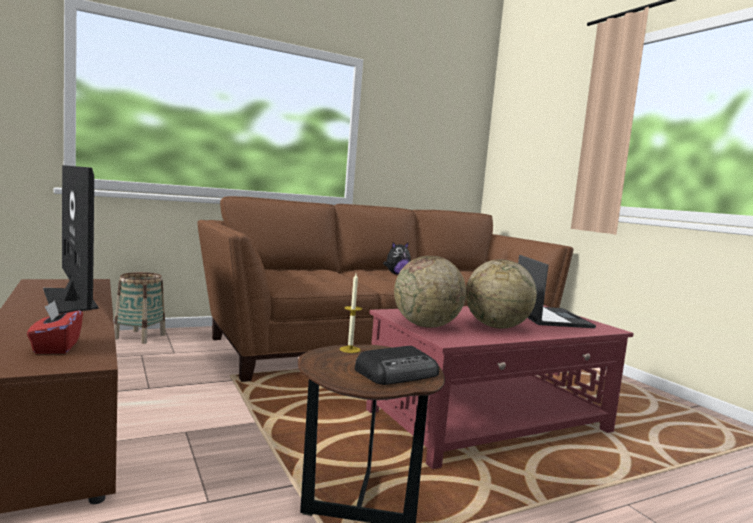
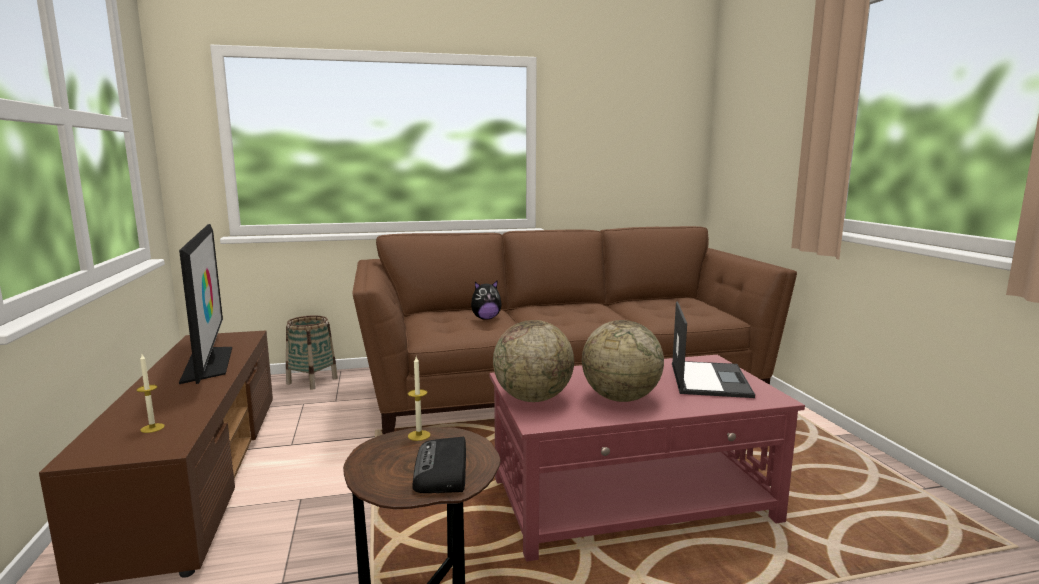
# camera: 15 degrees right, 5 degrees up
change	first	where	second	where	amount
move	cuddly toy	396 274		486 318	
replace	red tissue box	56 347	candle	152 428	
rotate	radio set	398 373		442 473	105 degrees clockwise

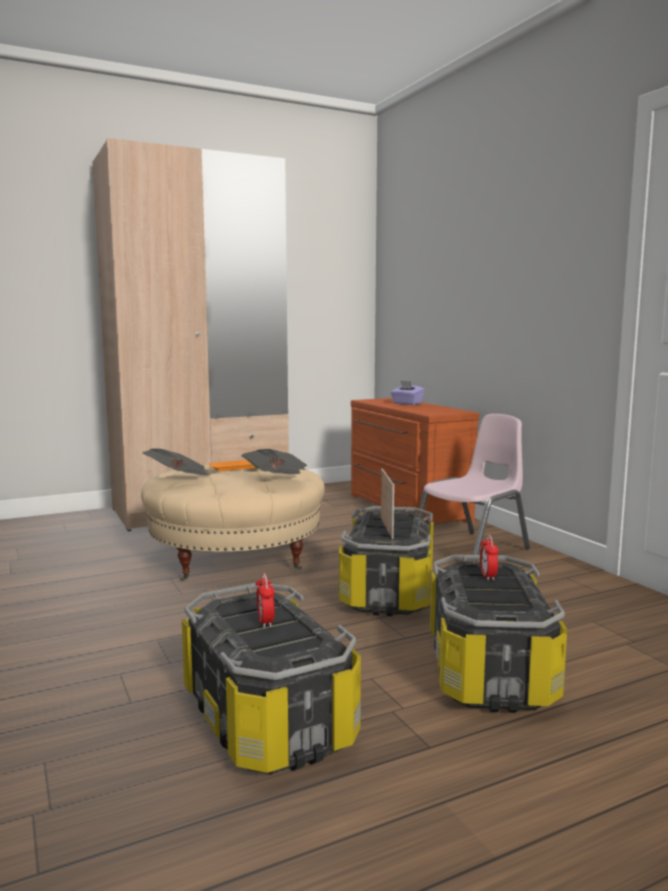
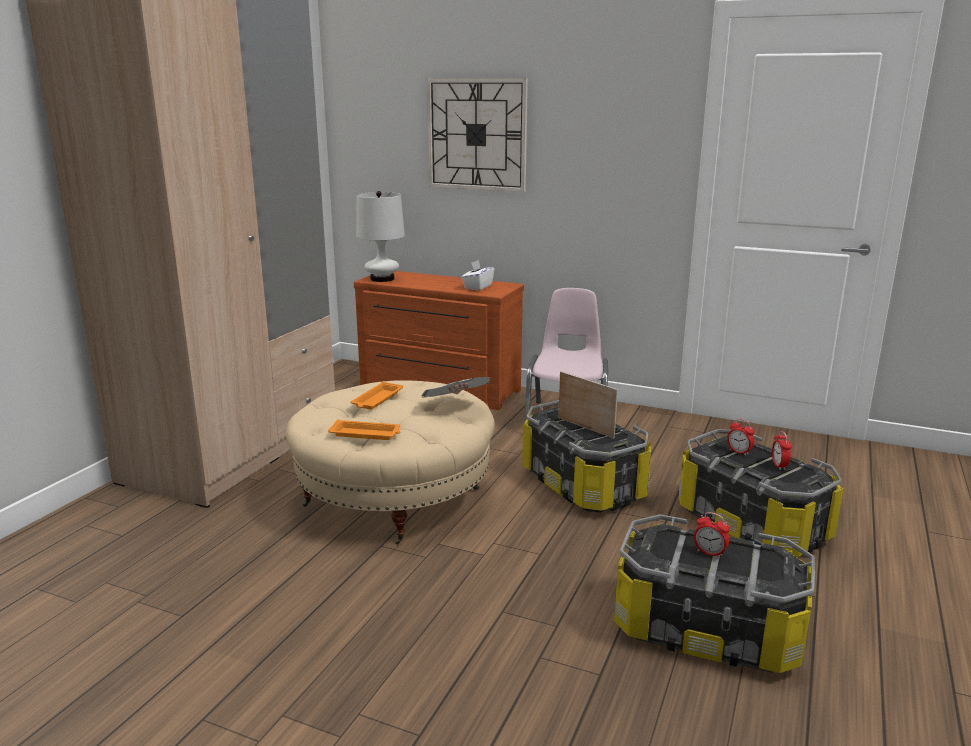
# camera: 40 degrees left, 10 degrees up
change	first	where	second	where	amount
delete	purple tissue box	406 403			
insert			whitish tabletop lamp	382 279	
insert			clock on the wall	477 134	
insert			whitish tissue box	477 287	
insert			alarm clock	779 466	
replace	newspaper	180 480	orangey tray	366 434	

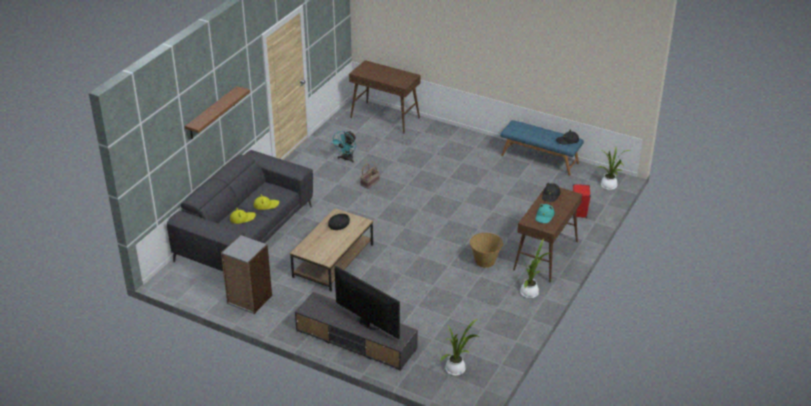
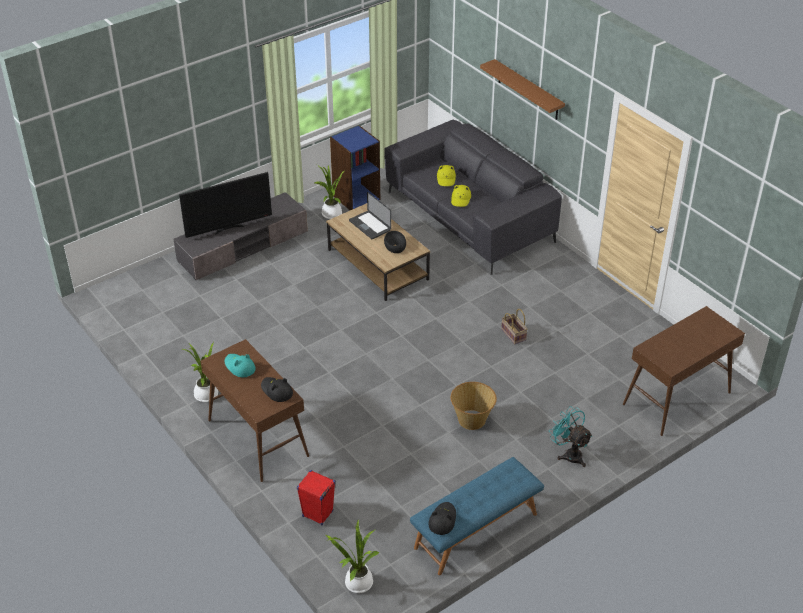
# camera: 115 degrees right, 5 degrees up
change	first	where	second	where	amount
insert			notebook computer	370 226	
move	blue-green electric fan	346 159		569 454	
move	plant in a pot	457 369		331 215	
move	storage basket	485 261		472 420	
recolor	grey bookshelf	249 300	blue-coloured bookshelf	356 197	

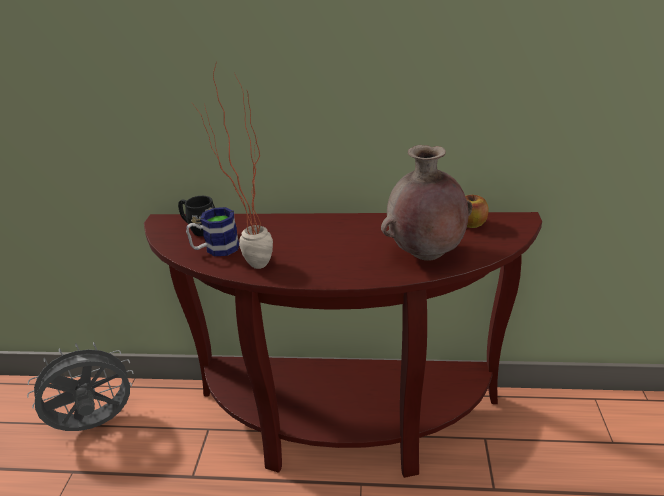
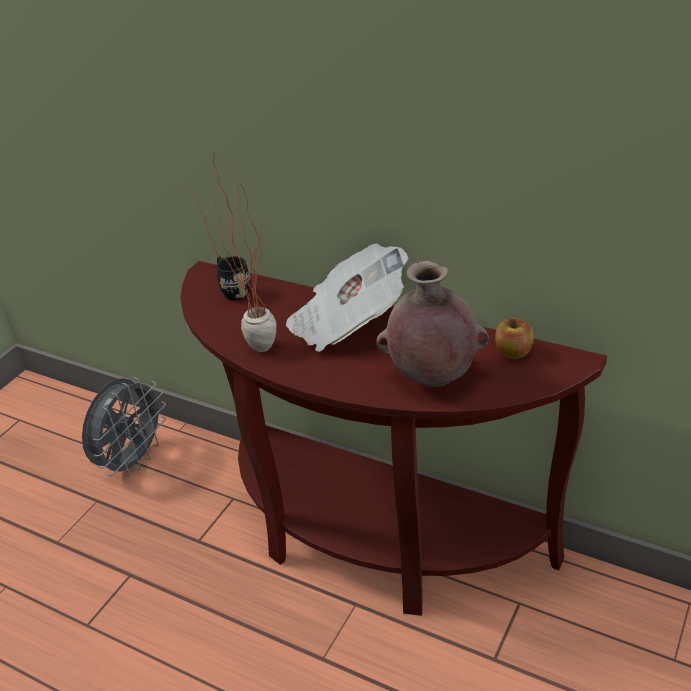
# camera: 25 degrees right, 5 degrees up
change	first	where	second	where	amount
delete	coffee mug	215 249			
insert			newspaper	347 323	
rotate	grey electric fan	96 424		133 461	120 degrees clockwise

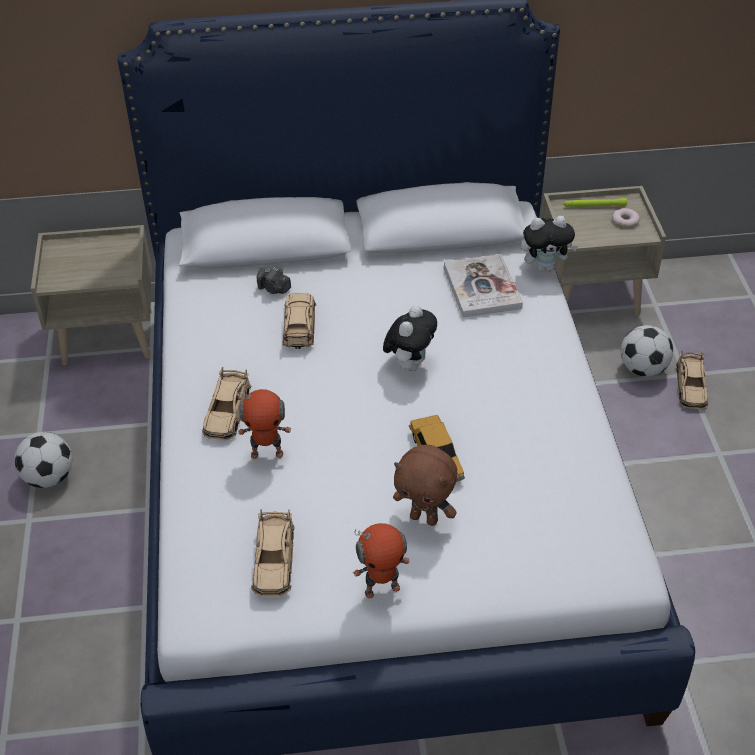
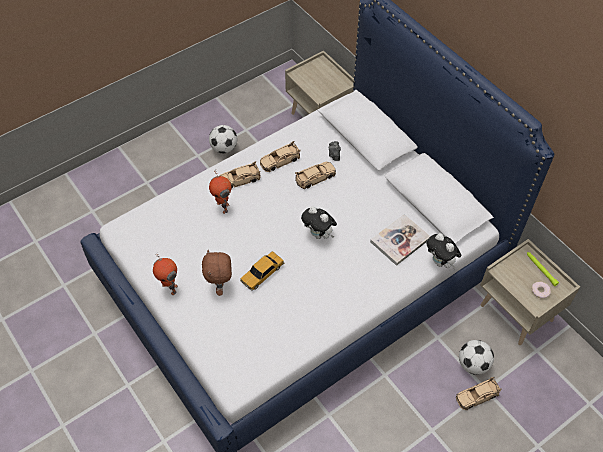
# camera: 60 degrees right, 10 degrees up
change	first	where	second	where	amount
move	beige-coloured miniature car	274 560		280 160	
rotate	cuddly toy	410 364		319 234	45 degrees clockwise

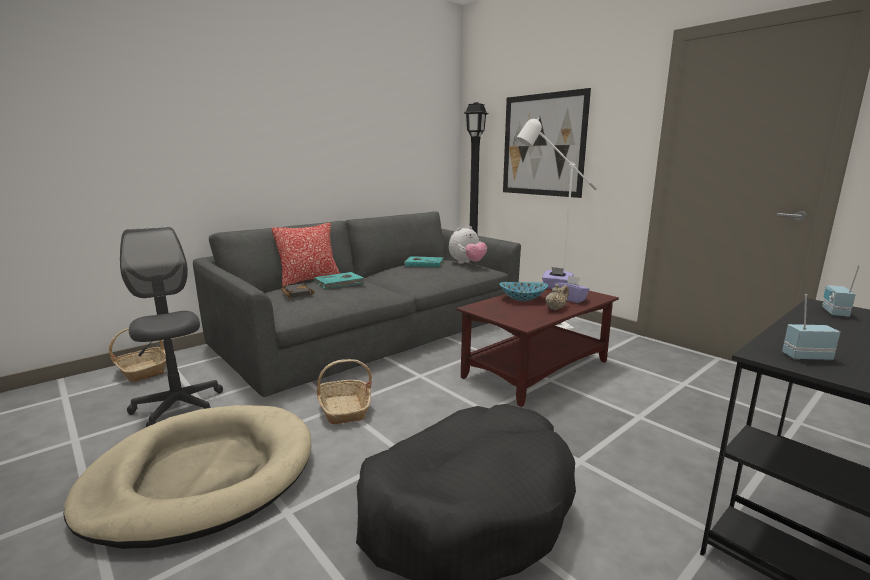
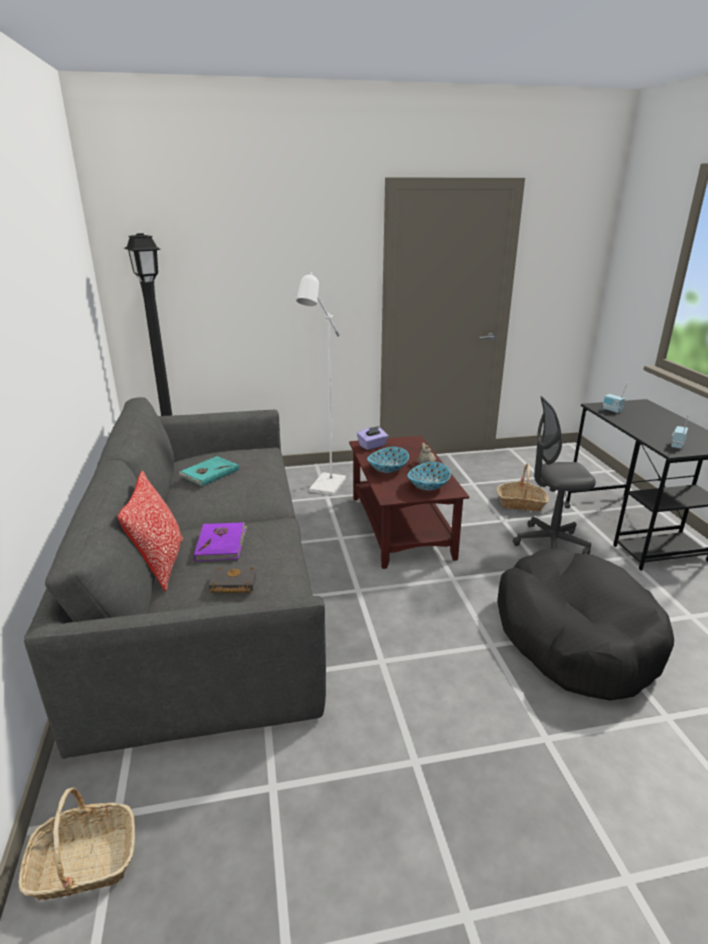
# camera: 60 degrees left, 10 degrees up
change	first	where	second	where	amount
delete	beige-coloured dog bed	202 476			
delete	cuddly toy	467 263			
delete	wall art	542 145			
delete	purple tissue box	570 299			
insert			serving bowl	428 486	
move	grey desk chair	178 407		550 544	
move	storage basket	344 409		521 503	
recolor	blue-green book	340 282	purple book	221 543	

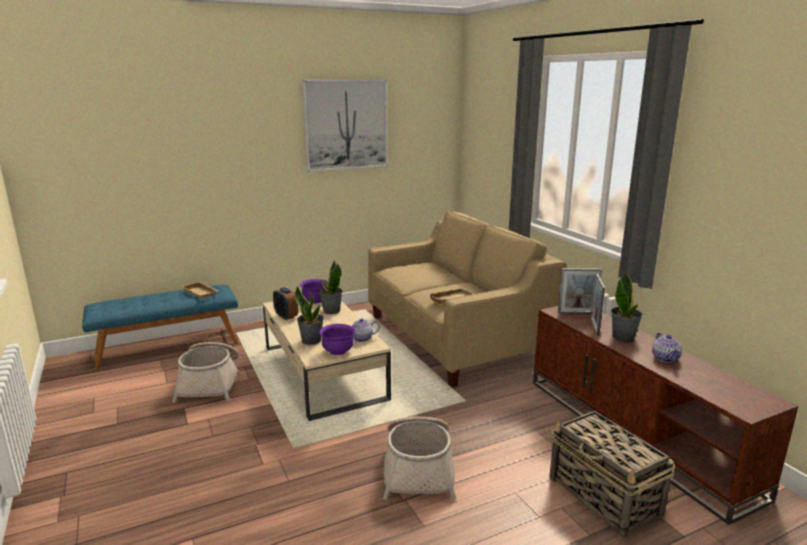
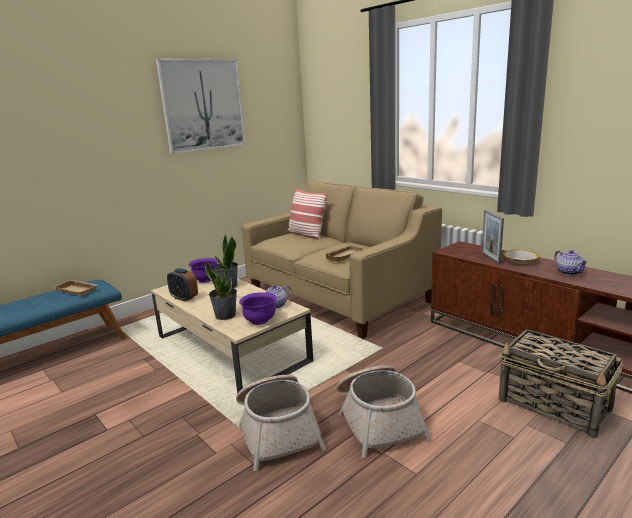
# camera: 15 degrees left, 0 degrees up
change	first	where	second	where	amount
delete	standing frame	577 313			
insert			cushion	306 234	
move	storage basket	210 383		277 430	
replace	plant in a pot	623 336	serving bowl	520 261	

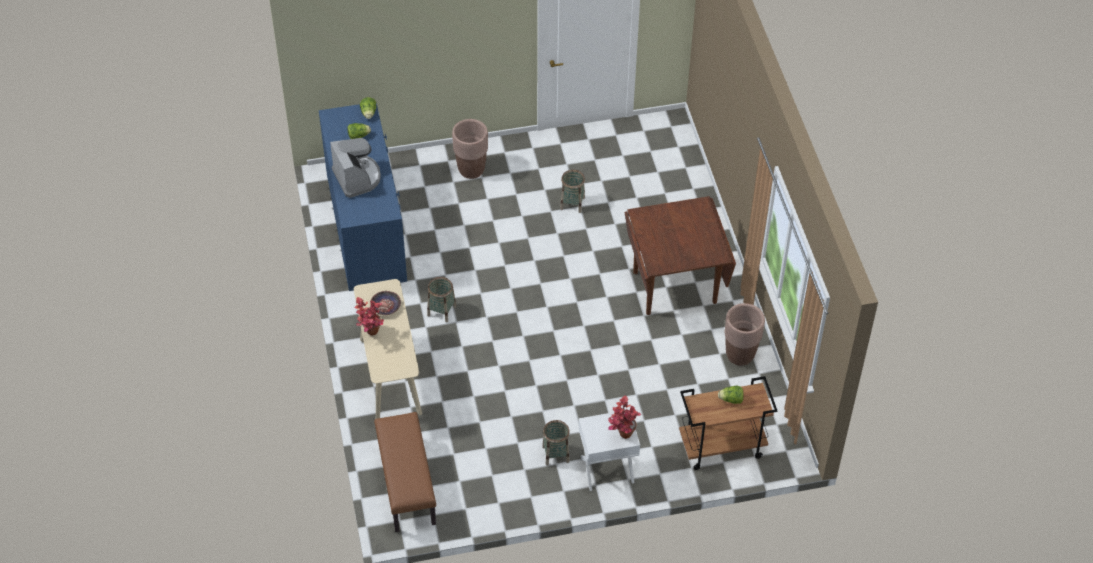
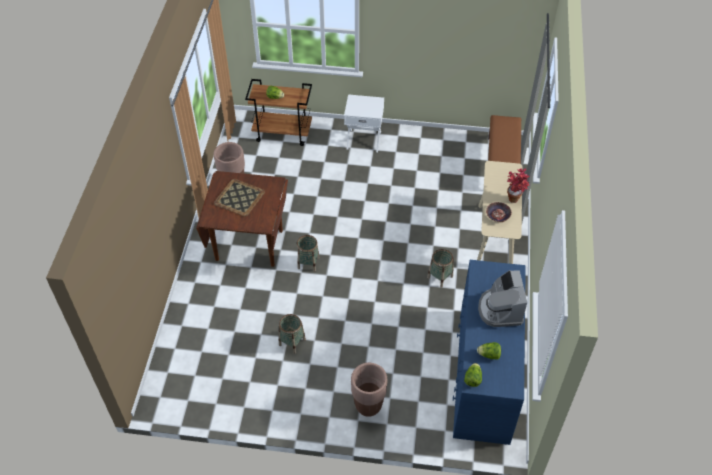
# camera: 160 degrees left, 0 degrees up
change	first	where	second	where	amount
delete	plant in a pot	621 436			
insert			tray	239 197	
move	storage basket	555 454		308 263	

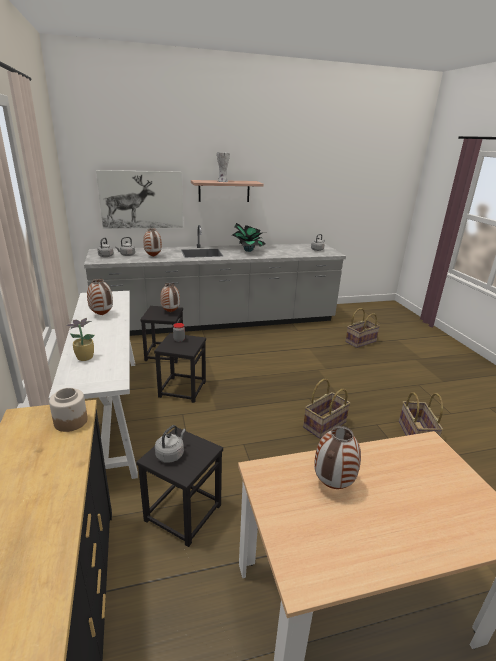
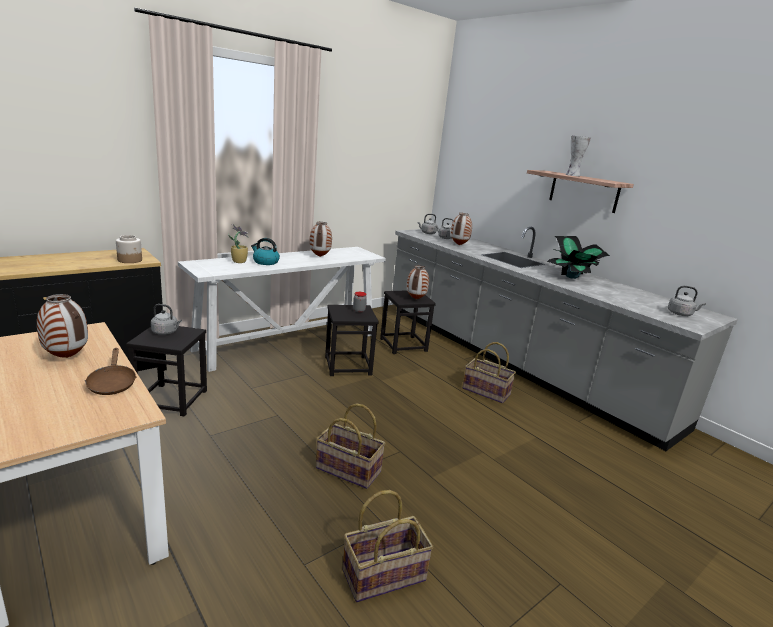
# camera: 65 degrees right, 5 degrees down
change	first	where	second	where	amount
delete	wall art	142 200			
insert			brown-coloured frying pan	112 383	
insert			tea kettle	265 262	
move	storage basket	360 341		486 391	

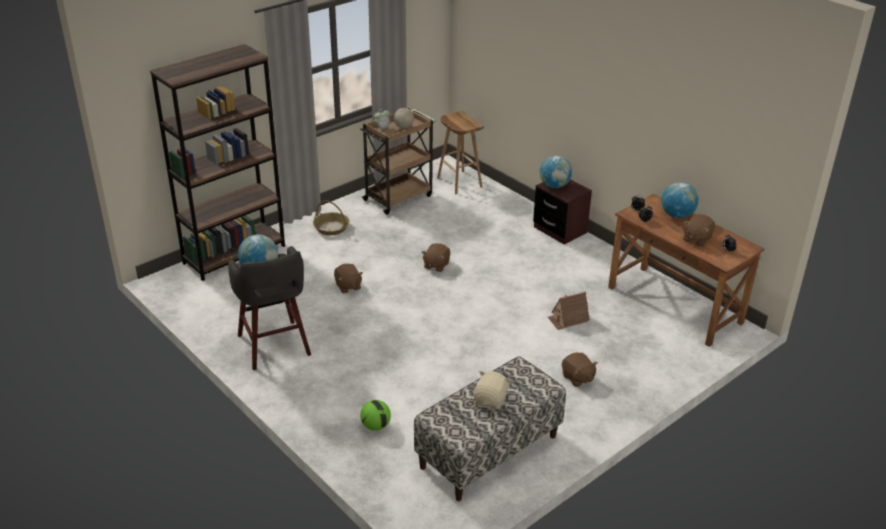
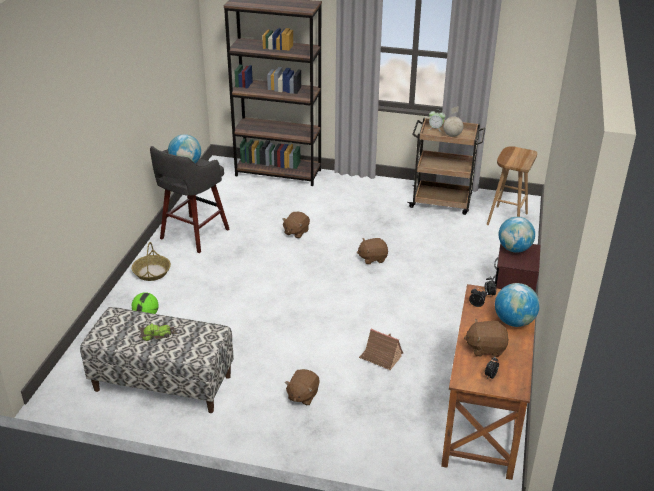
# camera: 55 degrees right, 0 degrees up
change	first	where	second	where	amount
move	storage basket	331 228		152 272	
replace	beige-coloured cuddly toy	491 400	miniature car	158 334	

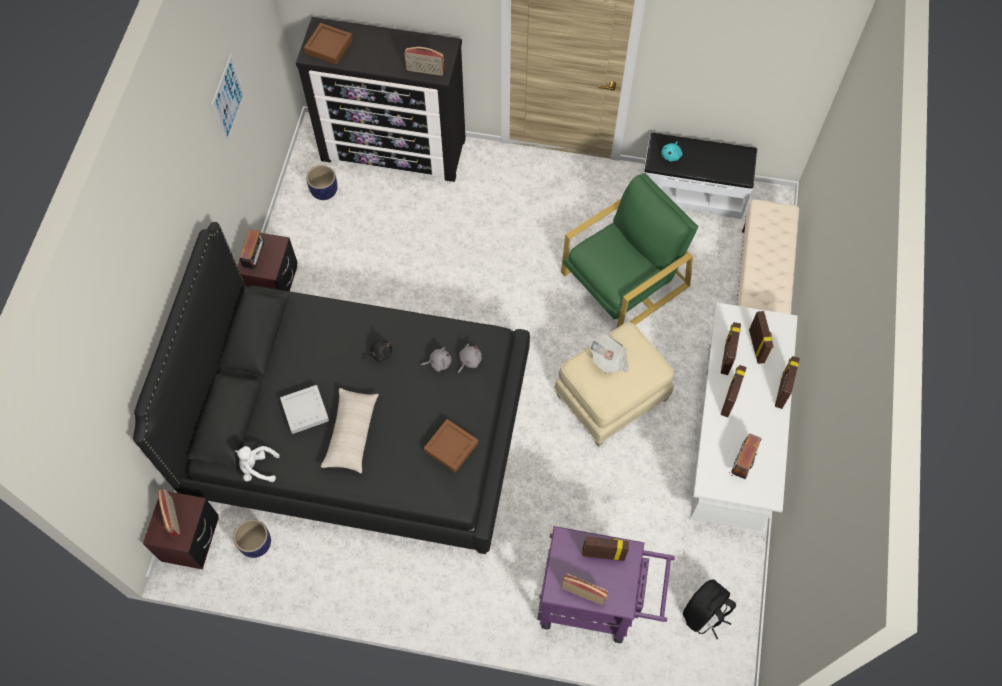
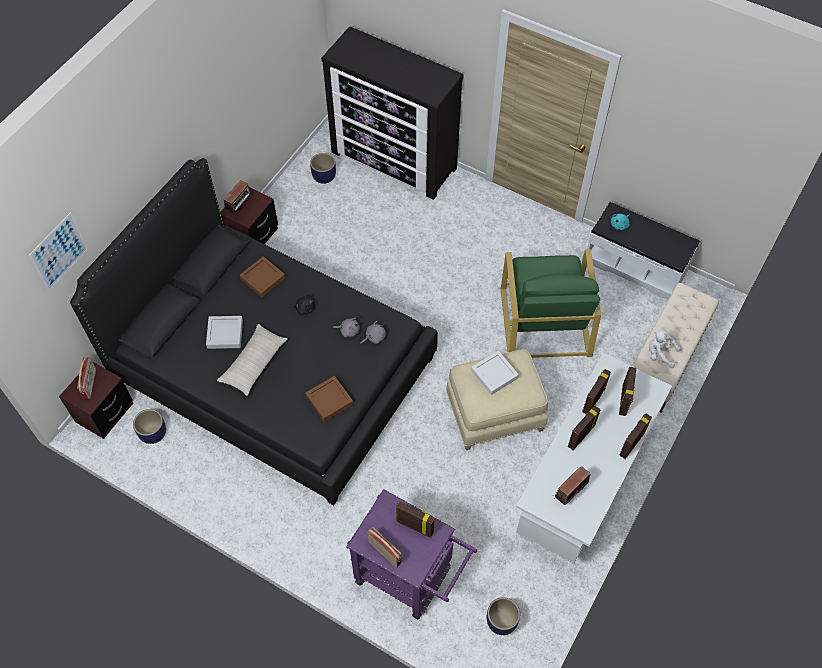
# camera: 20 degrees right, 5 degrees down
change	first	where	second	where	amount
delete	radio set	425 71			
move	wall art	228 99		59 251	
move	whitish cuddly toy	258 468		660 354	
move	brown-coloured tray	329 46		263 278	
replace	newspaper	609 360	whitish tray	494 374	
replace	black-coloured knapsack	704 614	flower pot	501 622	
rotate	green armchair	624 280		545 320	105 degrees clockwise

